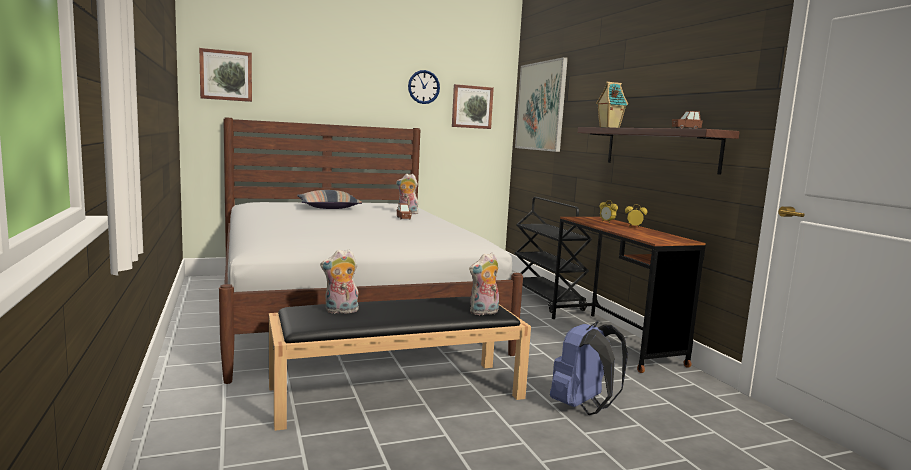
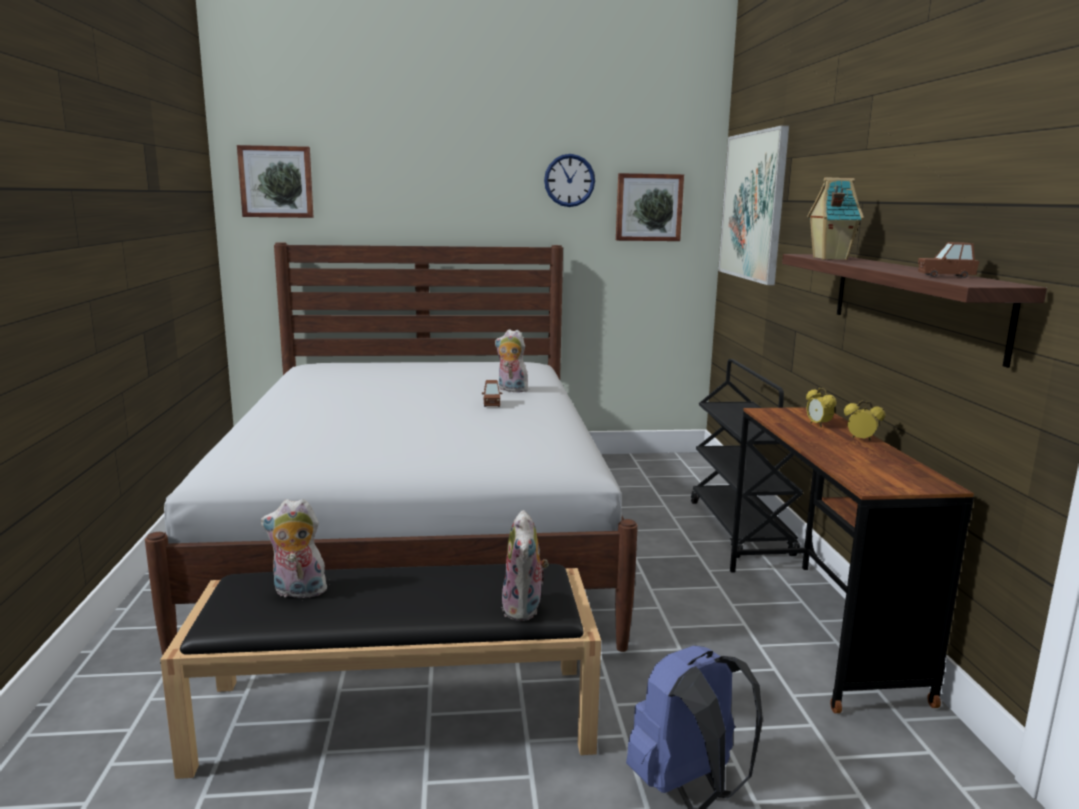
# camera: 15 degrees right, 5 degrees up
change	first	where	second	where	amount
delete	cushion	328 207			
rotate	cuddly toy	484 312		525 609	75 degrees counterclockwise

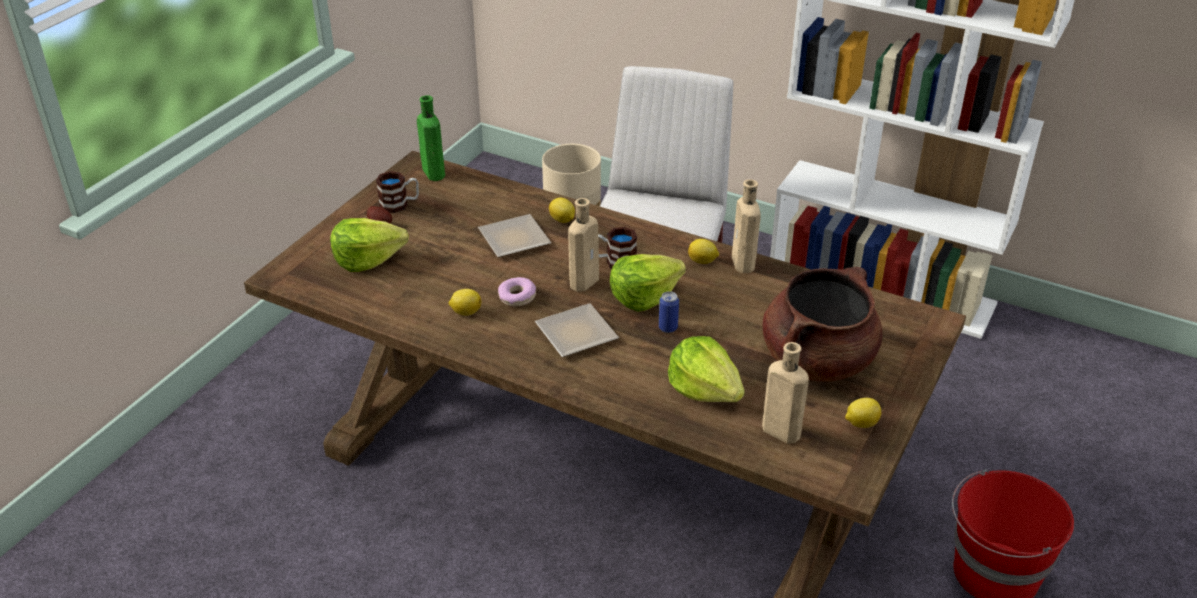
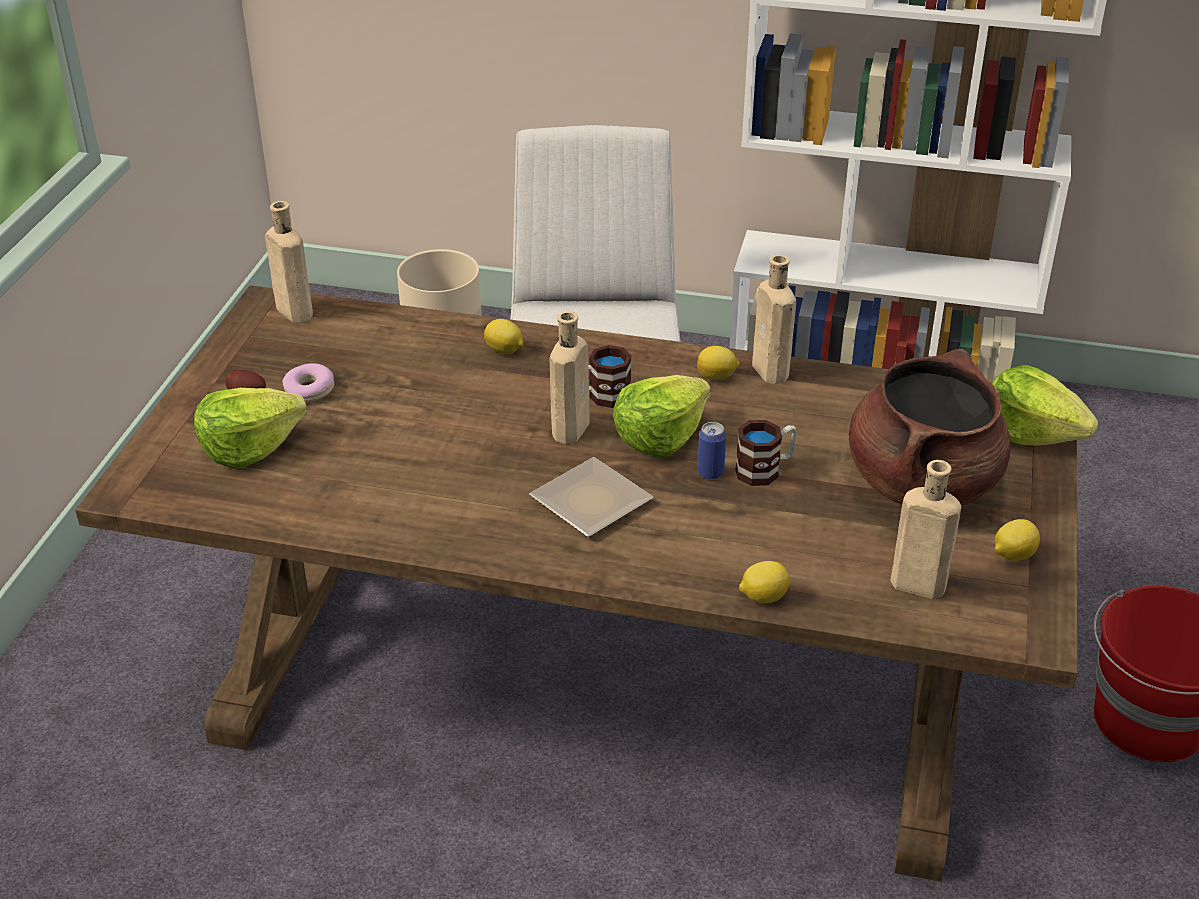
# camera: 15 degrees left, 0 degrees up
change	first	where	second	where	amount
delete	plate	513 241			
move	coffee mug	400 204		765 469	
move	whole lemon	465 312		762 597	
move	donut	517 297		309 390	
move	head of lettuce	704 389		1031 432	
recolor	green beverage bottle	432 172	beige-coloured beverage bottle	292 311	

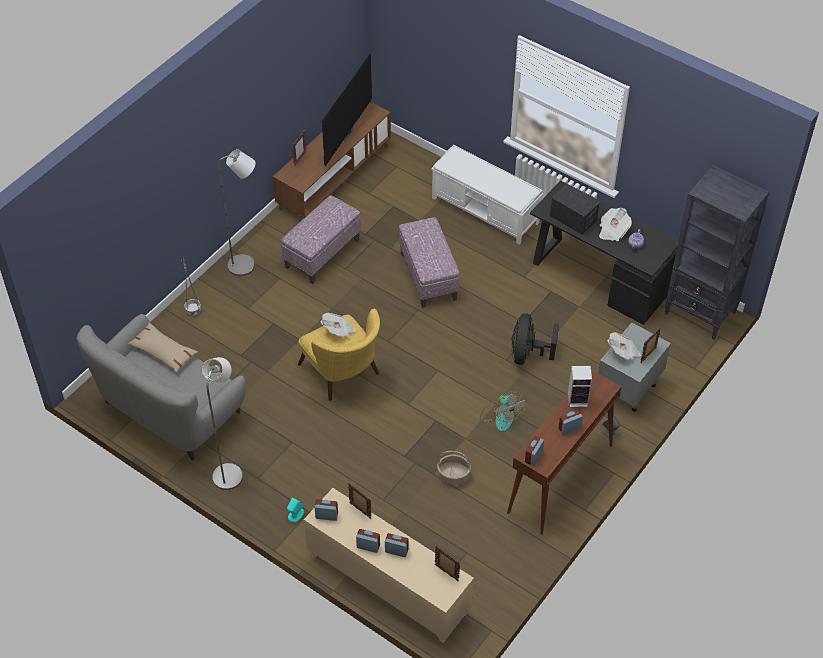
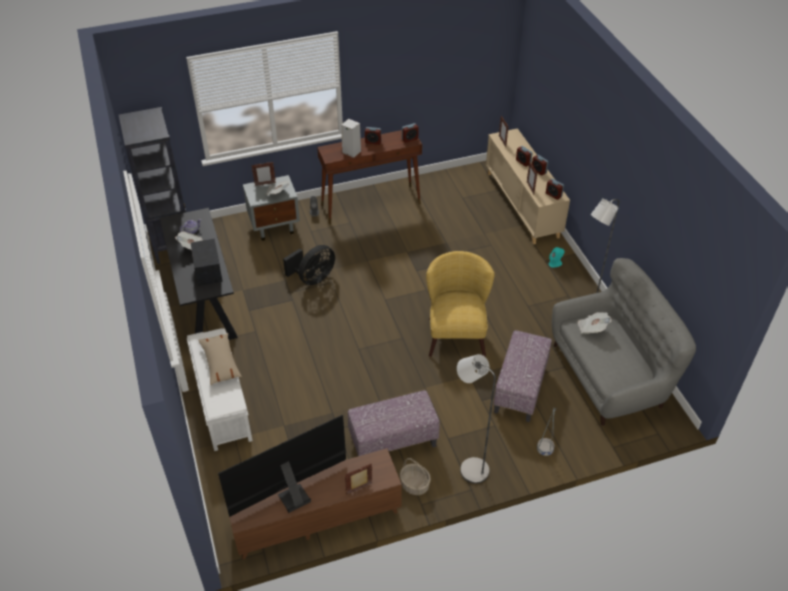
# camera: 145 degrees left, 5 degrees down
change	first	where	second	where	amount
delete	electric fan	501 416			
move	beige-coloured cushion	163 352		220 362	
move	newspaper	338 330		592 328	
move	pouffe	429 276		519 388	
move	storage basket	453 475		415 485	

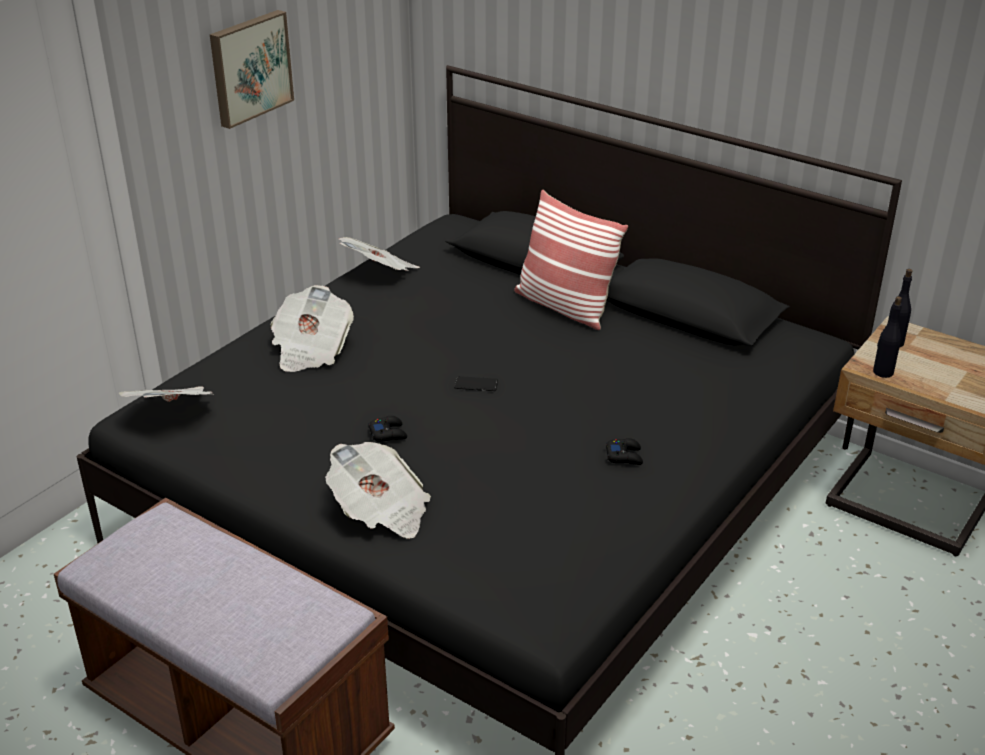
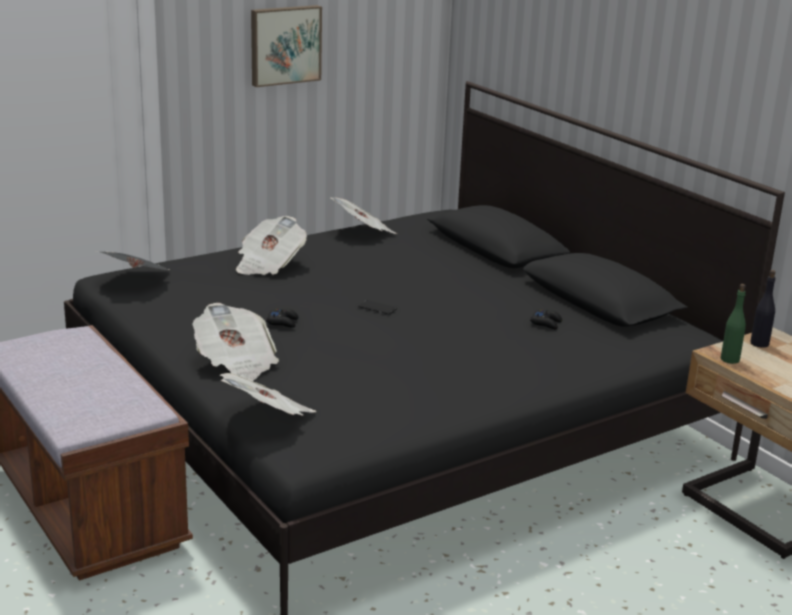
# camera: 20 degrees right, 10 degrees down
change	first	where	second	where	amount
delete	cushion	564 306			
insert			newspaper	268 417	
move	black-coloured gamepad	624 456		546 323	
recolor	black-coloured beverage bottle	882 372	green beverage bottle	729 359	

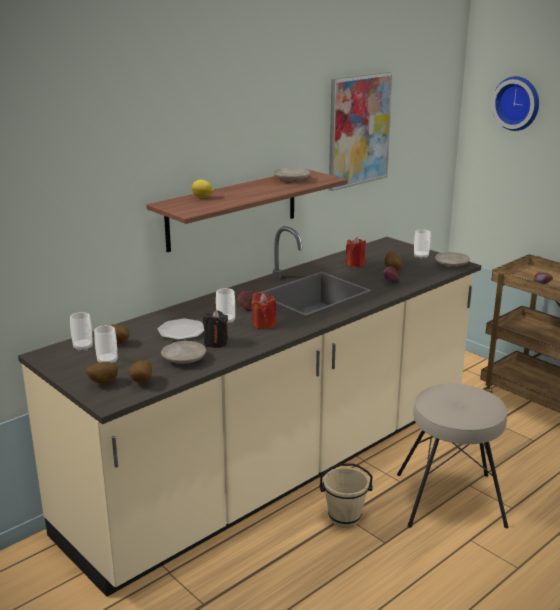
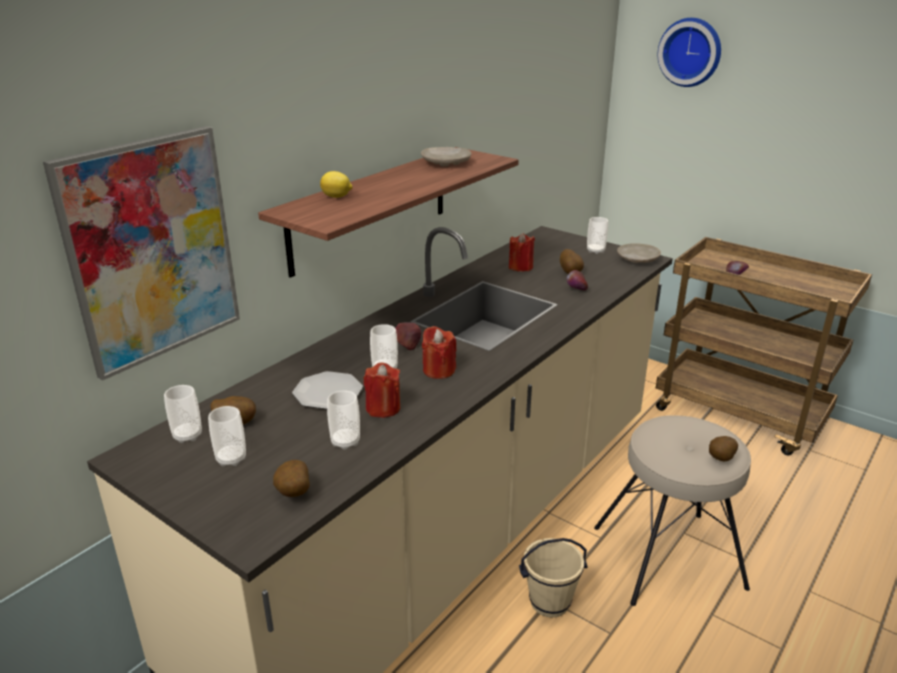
# camera: 10 degrees left, 5 degrees up
change	first	where	second	where	amount
move	potato	102 383		719 459	
move	wall art	359 130		152 250	
replace	beige-coloured plate	184 359	drinking cup	345 442	
recolor	black-coloured candle	216 343	red candle	383 408	

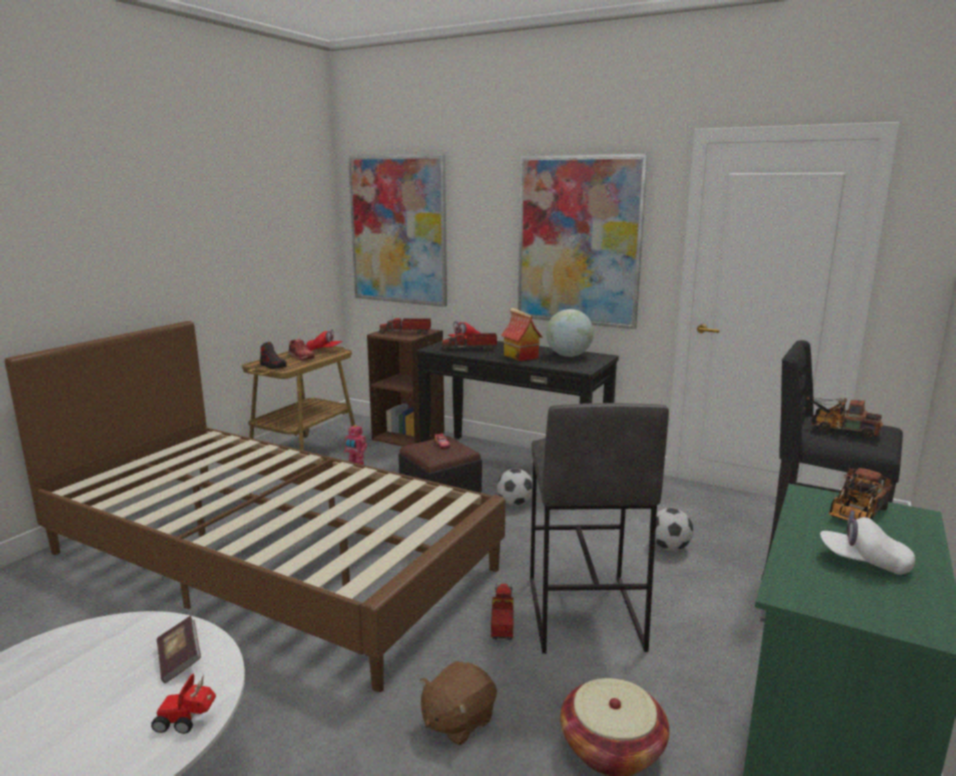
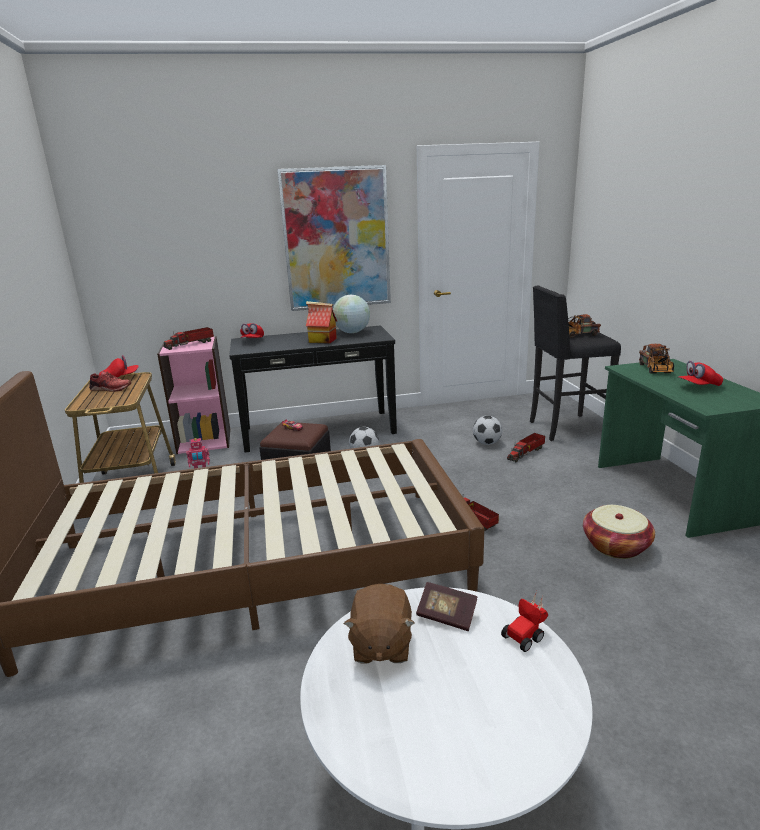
# camera: 40 degrees left, 5 degrees up
change	first	where	second	where	amount
delete	shoe	273 366			
delete	wall art	398 230			
delete	grey stool seat	583 614			
move	brown-coloured cuddly toy	457 721		380 645	
move	model truck	471 348		526 453	
recolor	brown-coloured bookshelf	409 436	pink-coloured bookshelf	204 440	
recolor	whitish baseball cap	863 562	red baseball cap	698 386	

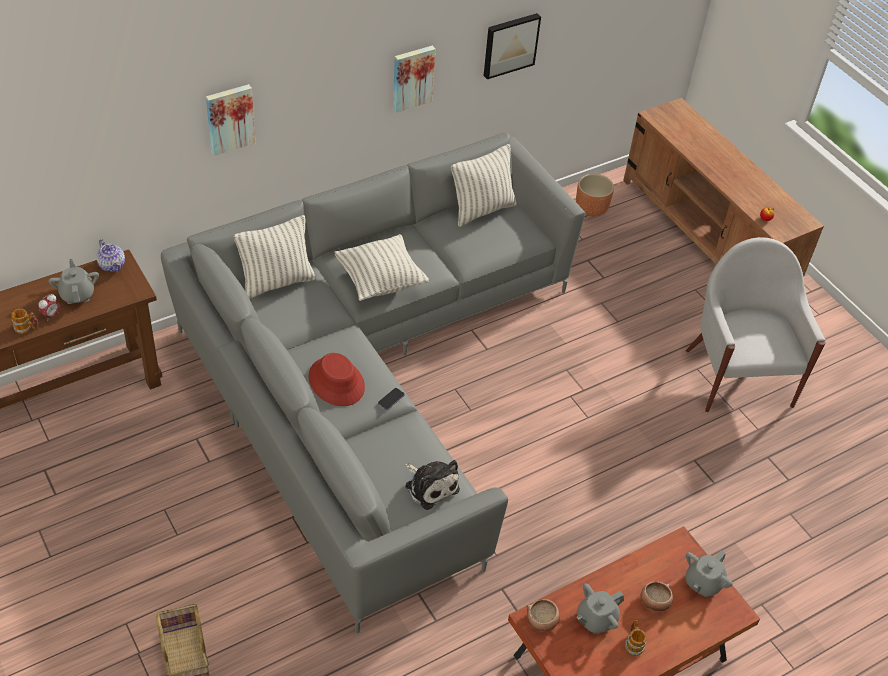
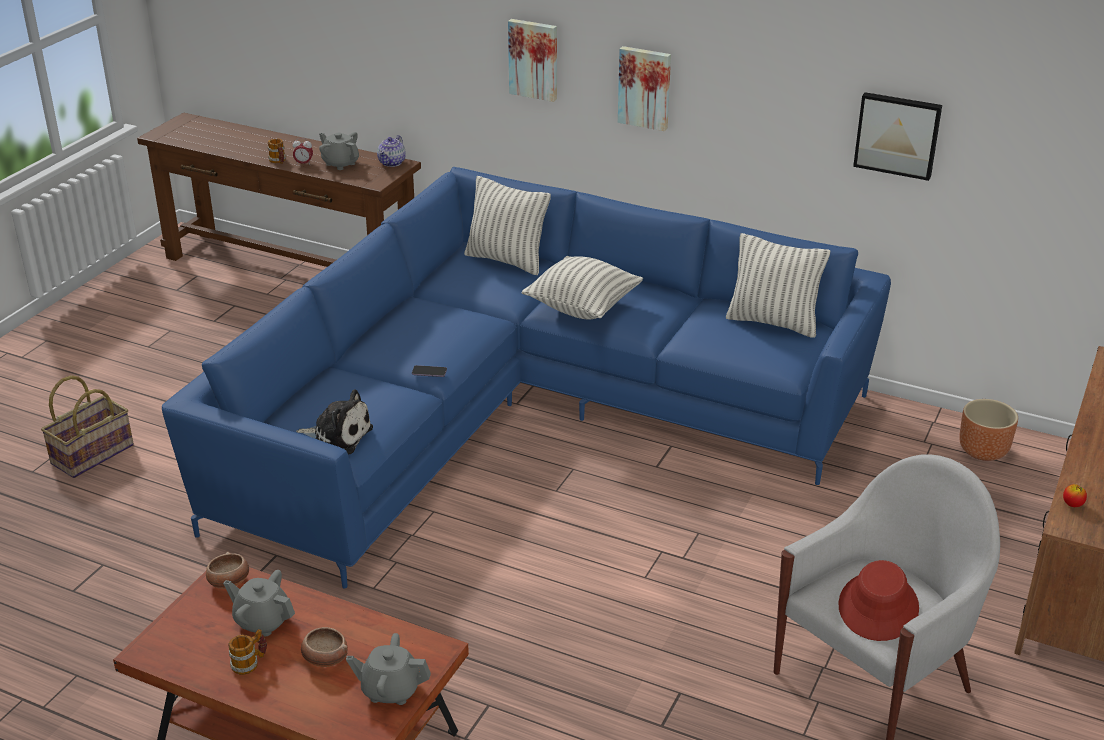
# camera: 60 degrees right, 15 degrees down
change	first	where	second	where	amount
move	red wearable hat	336 382		878 607	
move	wall art	412 77		645 87	
recolor	grey settee	369 378	blue-coloured settee	523 412	
rotate	grey tea pot	77 294		340 163	90 degrees counterclockwise
rotate	cuddly toy	430 486		338 436	90 degrees counterclockwise

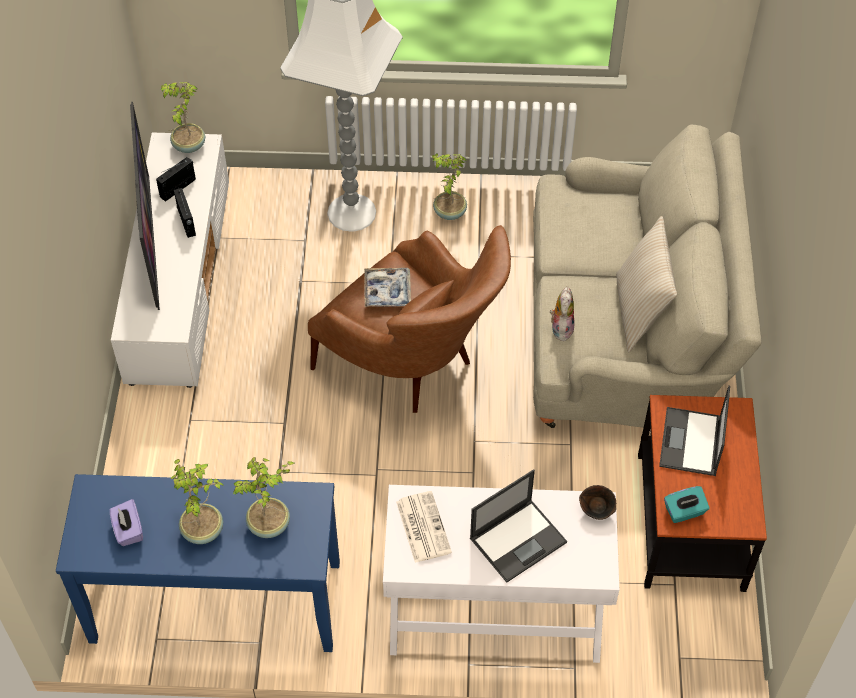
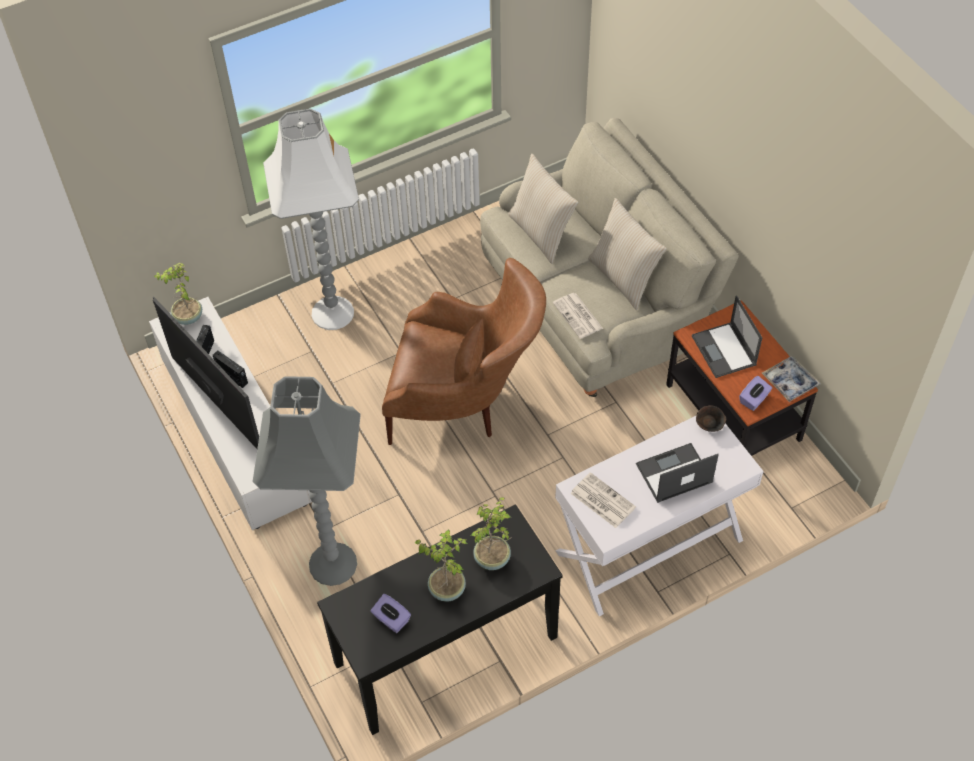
# camera: 30 degrees left, 0 degrees up
change	first	where	second	where	amount
delete	plant in a pot	449 212			
insert			grey floor lamp	332 563	
insert			beige-coloured cushion	541 233	
move	tray	387 291		790 382	
replace	cuddly toy	560 328	newspaper	578 316	
recolor	blue-coloured narrow table	216 602	black-coloured narrow table	446 651	
recolor	blue-green tissue box	684 512	purple tissue box	754 399	
rotate	notebook computer	518 539		673 474	135 degrees counterclockwise

